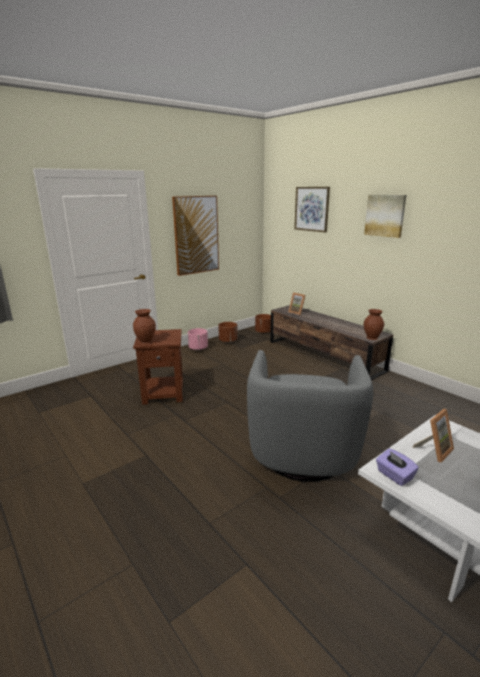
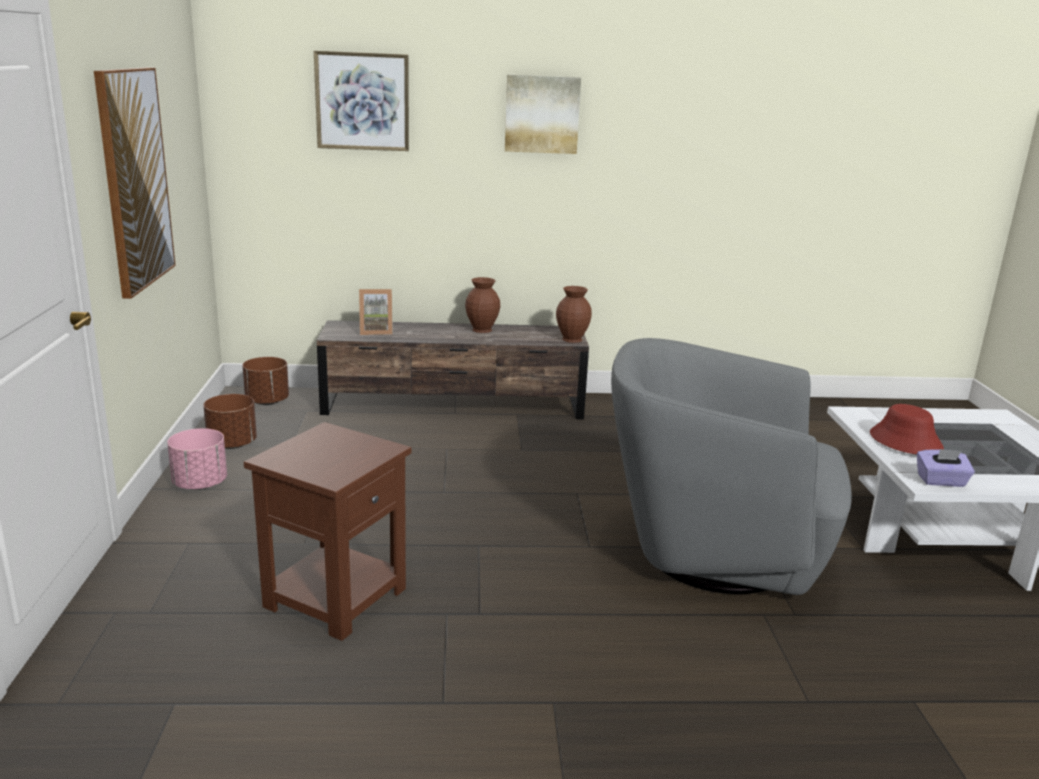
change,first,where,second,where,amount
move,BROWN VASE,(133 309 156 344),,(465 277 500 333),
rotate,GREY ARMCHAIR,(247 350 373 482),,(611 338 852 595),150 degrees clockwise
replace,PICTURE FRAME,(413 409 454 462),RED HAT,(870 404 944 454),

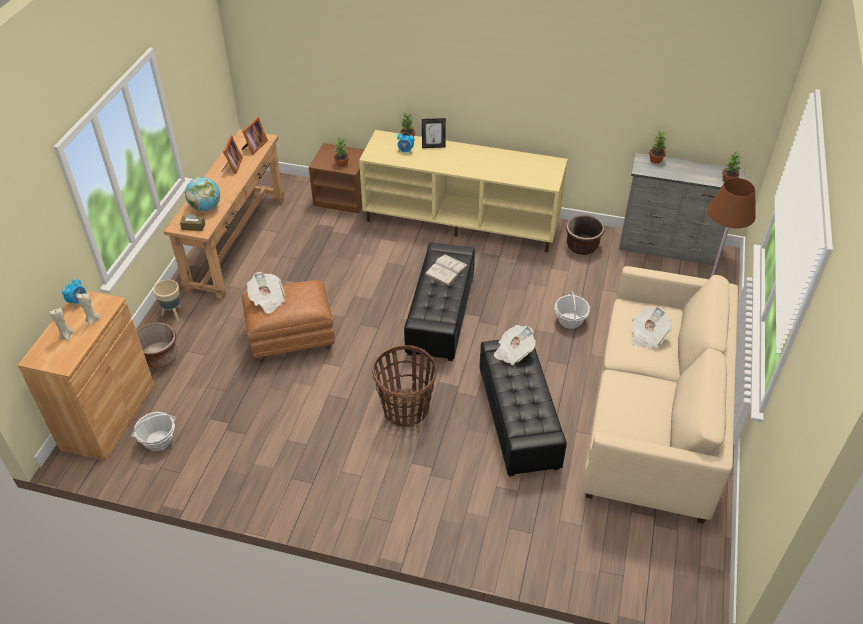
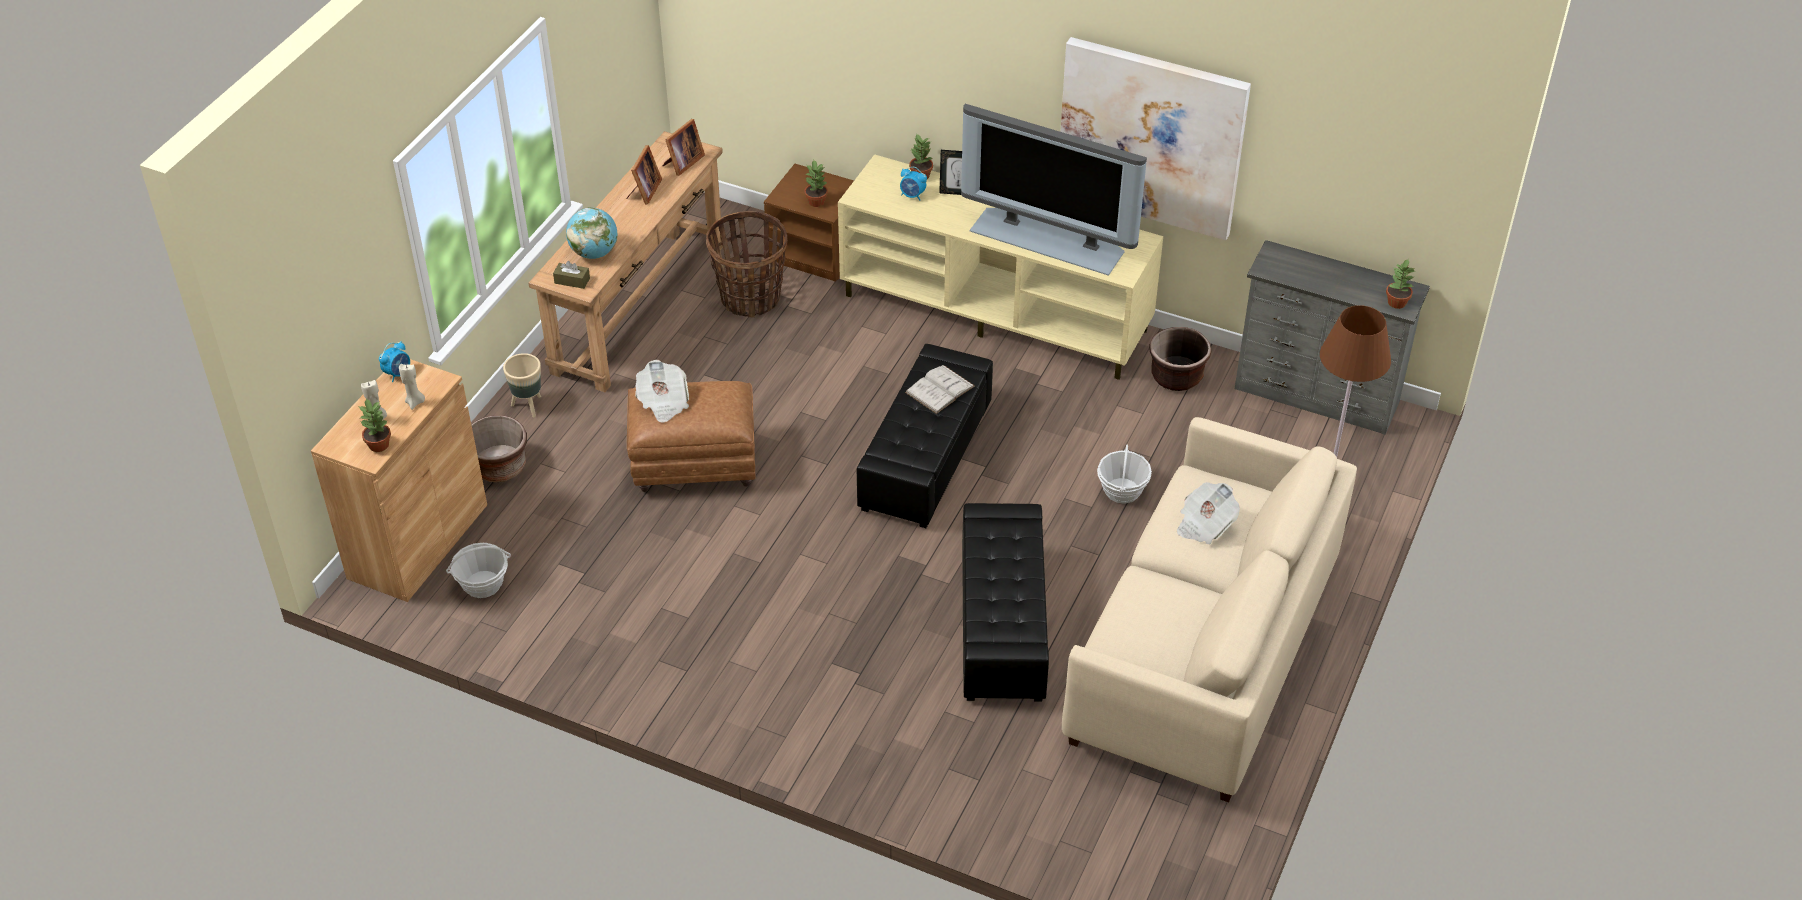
change,first,where,second,where,amount
move,POTTED PLANT,(649 131 668 164),,(360 399 391 452),
delete,NEWSPAPER,(494 325 536 365),,,
move,BASKET,(372 345 437 427),,(706 211 788 318),
insert,,,PICTURE,(1060 37 1251 240),
insert,,,TELEVISION,(961 104 1147 276),

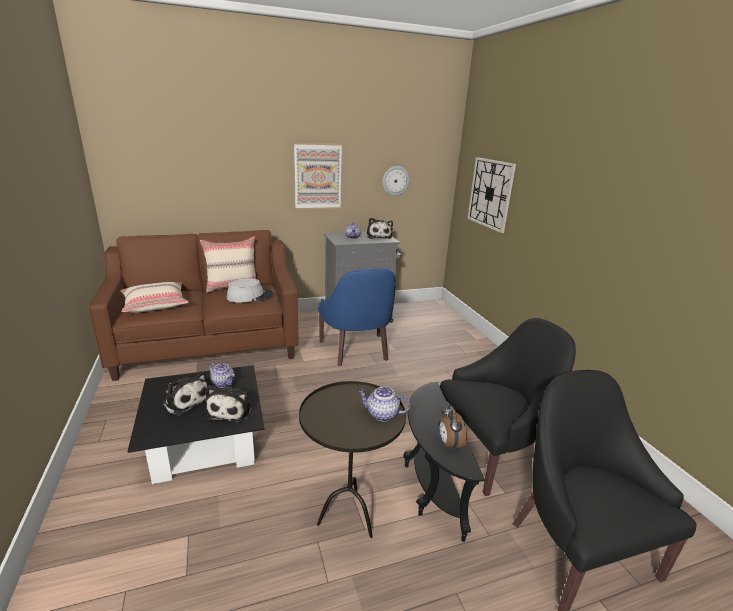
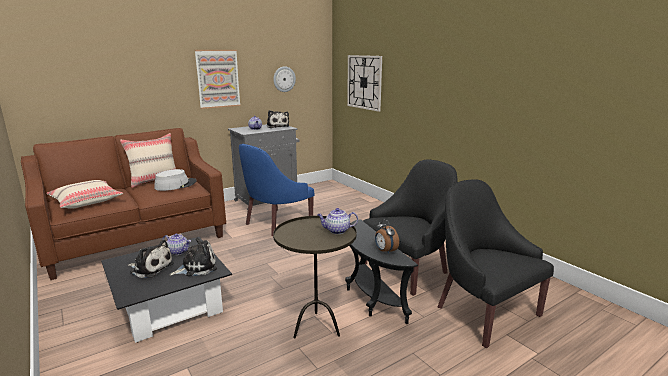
change,first,where,second,where,amount
rotate,BLUE ARMCHAIR,(318 269 396 366),,(239 144 315 236),75 degrees clockwise
rotate,PLUSH TOY,(206 385 252 423),,(170 237 217 277),105 degrees counterclockwise

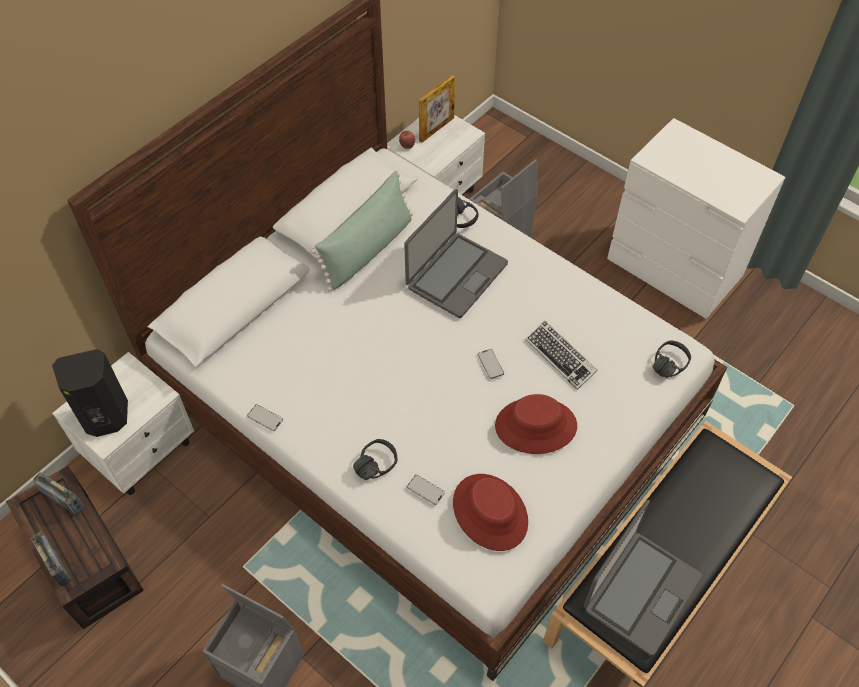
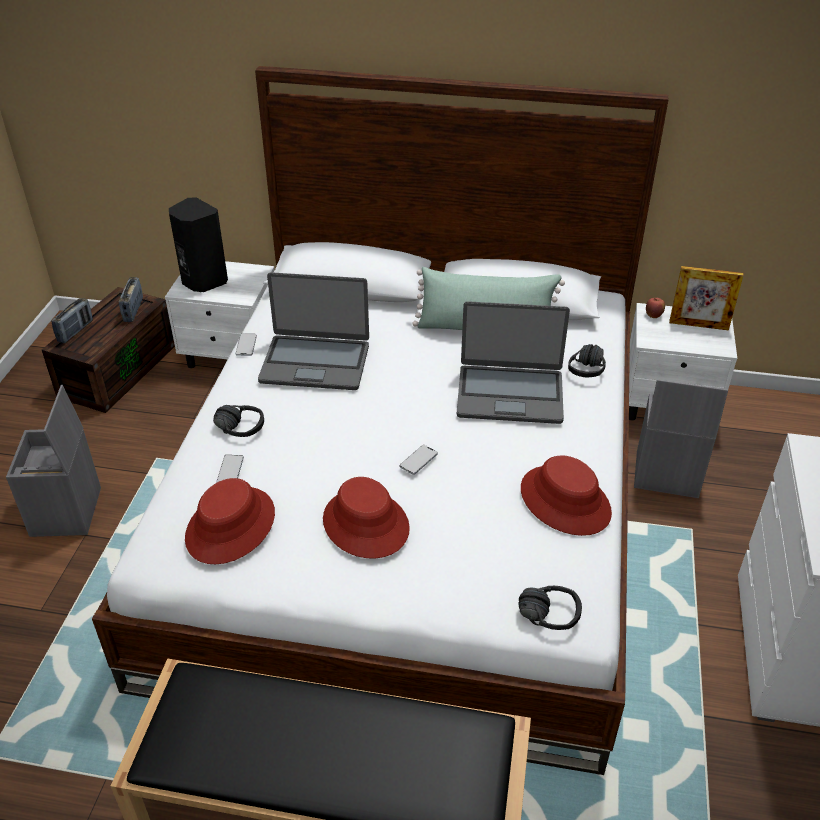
change,first,where,second,where,amount
delete,KEYBOARD,(526 321 598 390),,,
move,LAPTOP,(584 500 702 656),,(258 272 369 390),
insert,,,RED HAT,(521 455 612 536),

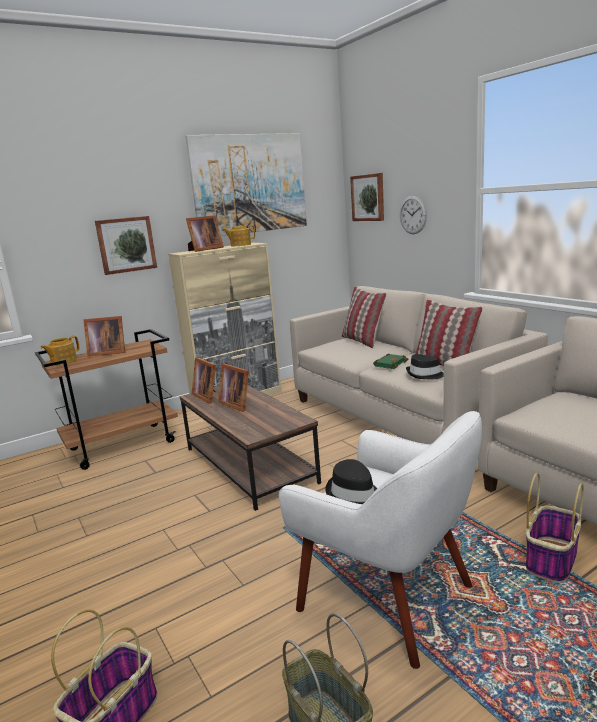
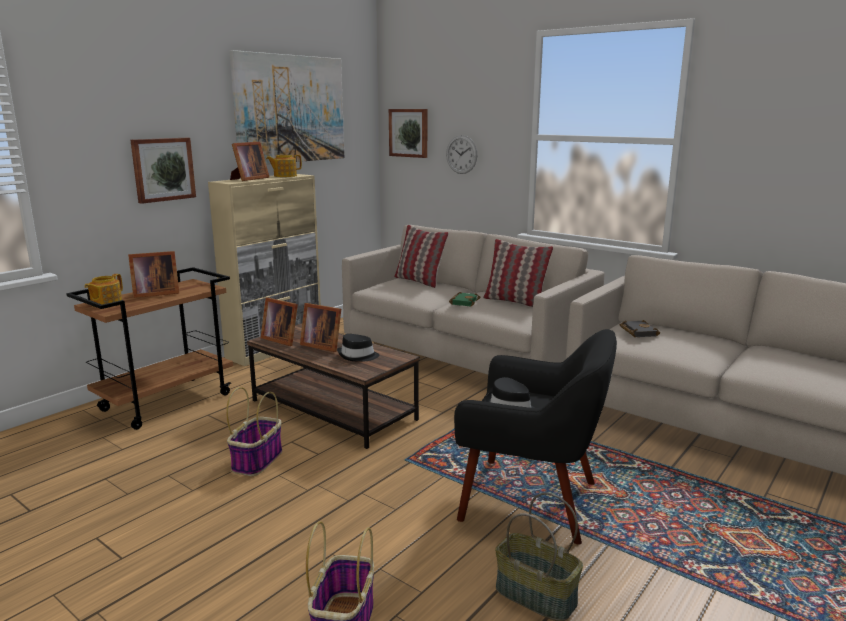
change,first,where,second,where,amount
move,BLACK HAT,(406 354 444 379),,(337 334 379 361),
recolor,WHITE ARMCHAIR,(279 411 482 669),BLACK ARMCHAIR,(454 329 617 545),
move,BASKET,(526 473 584 583),,(226 387 282 476),
insert,,,BLACK BOOK,(620 320 660 337),

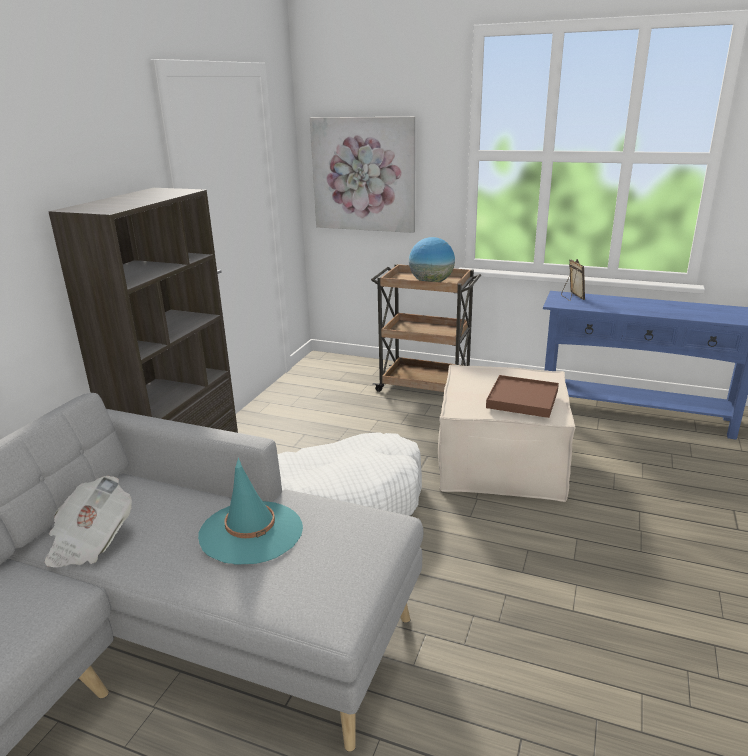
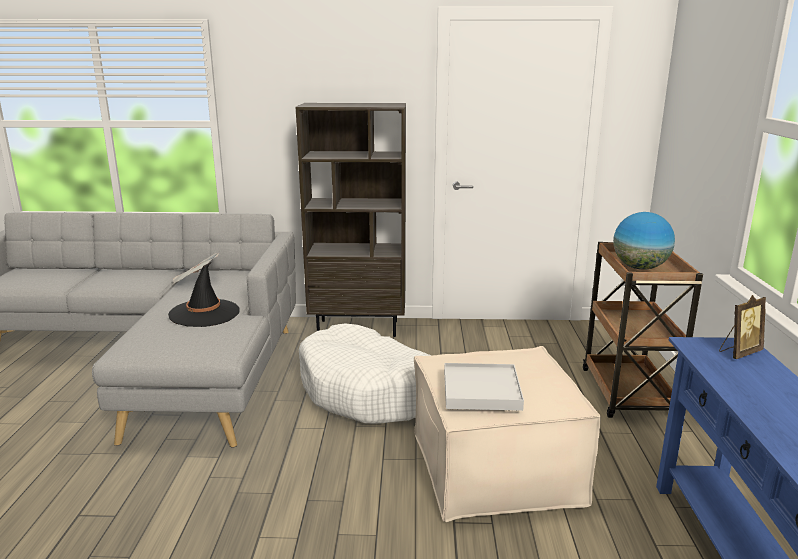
change,first,where,second,where,amount
delete,PICTURE,(310 117 415 233),,,
recolor,BROWN TRAY,(486 375 559 418),WHITE TRAY,(444 363 524 411),
recolor,TURQUOISE HAT,(198 457 303 565),BLACK HAT,(168 262 240 327),

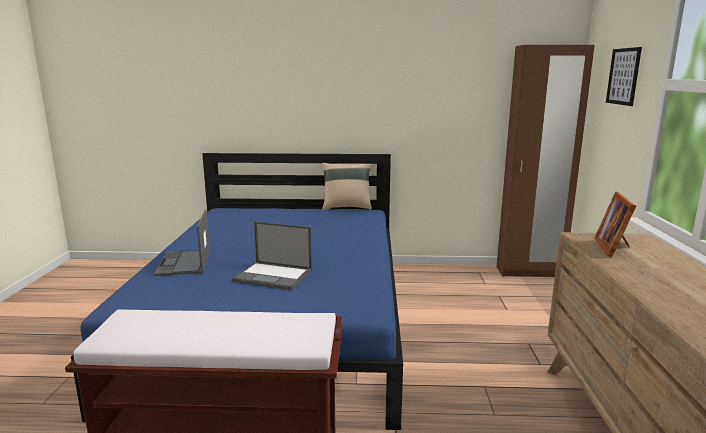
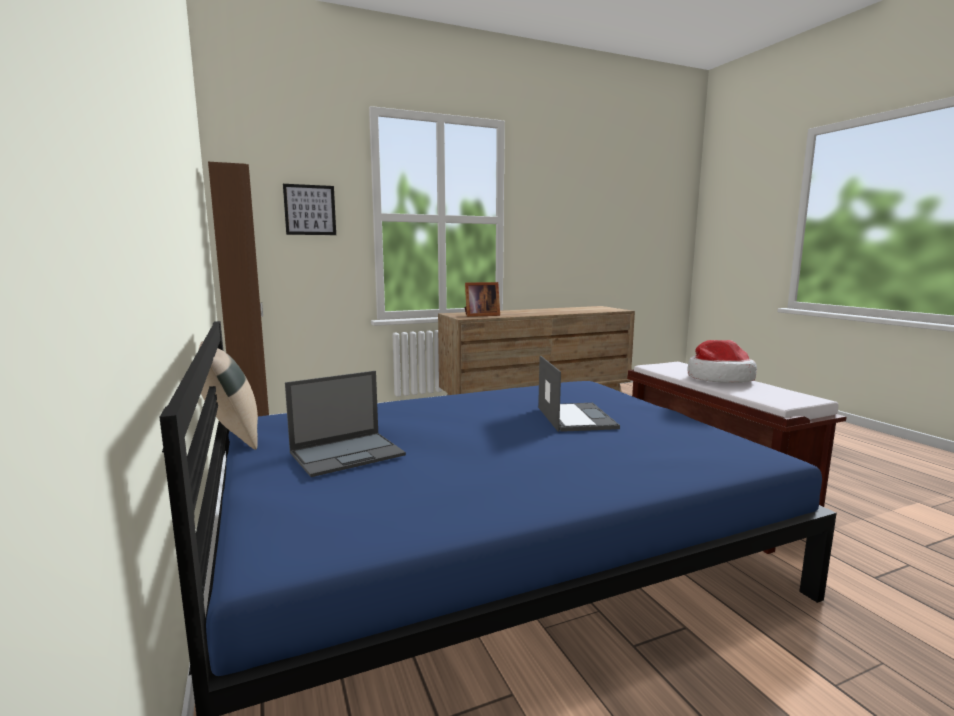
change,first,where,second,where,amount
move,LAPTOP,(154 210 210 276),,(285 371 406 477),
insert,,,HAT,(687 340 757 383),

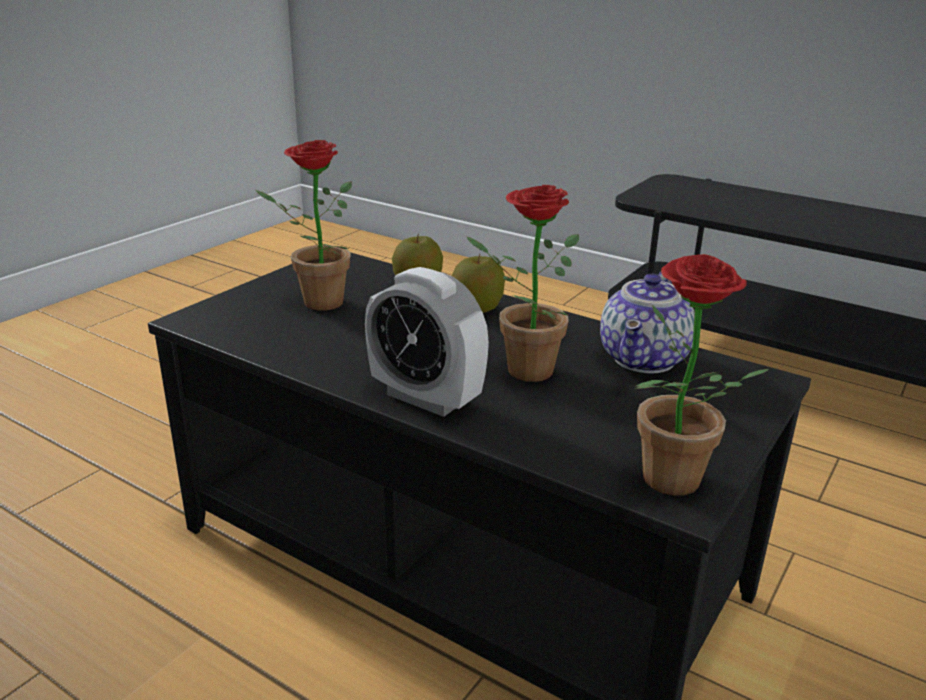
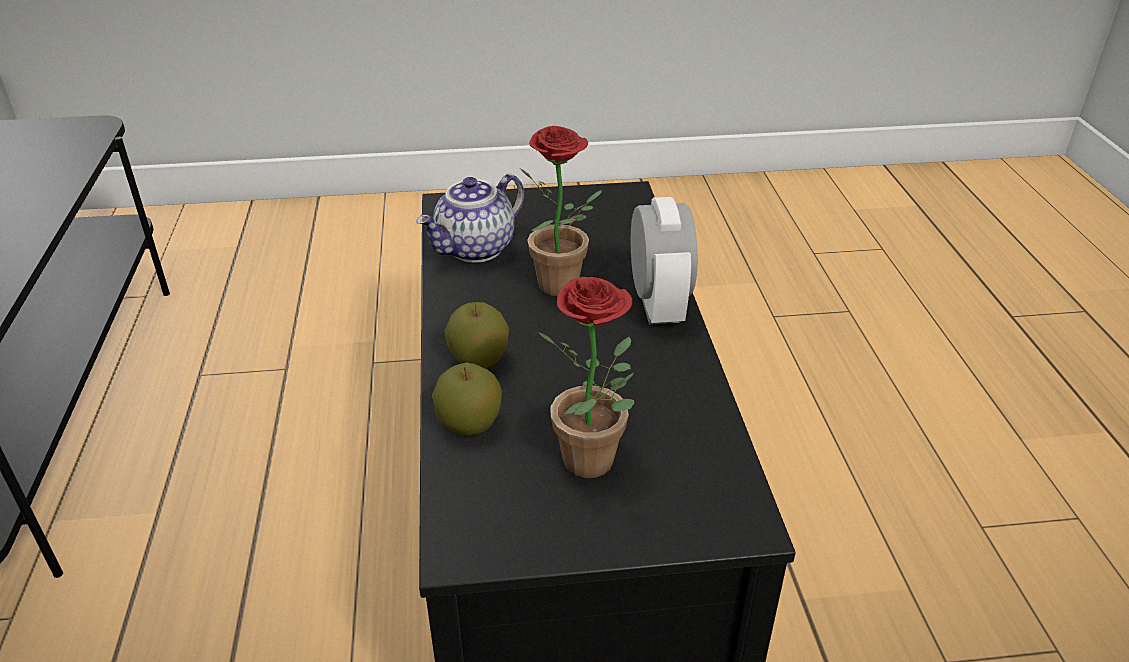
change,first,where,second,where,amount
delete,POTTED PLANT,(636 254 769 496),,,
rotate,TEAPOT,(600 272 695 373),,(416 173 524 263),150 degrees clockwise

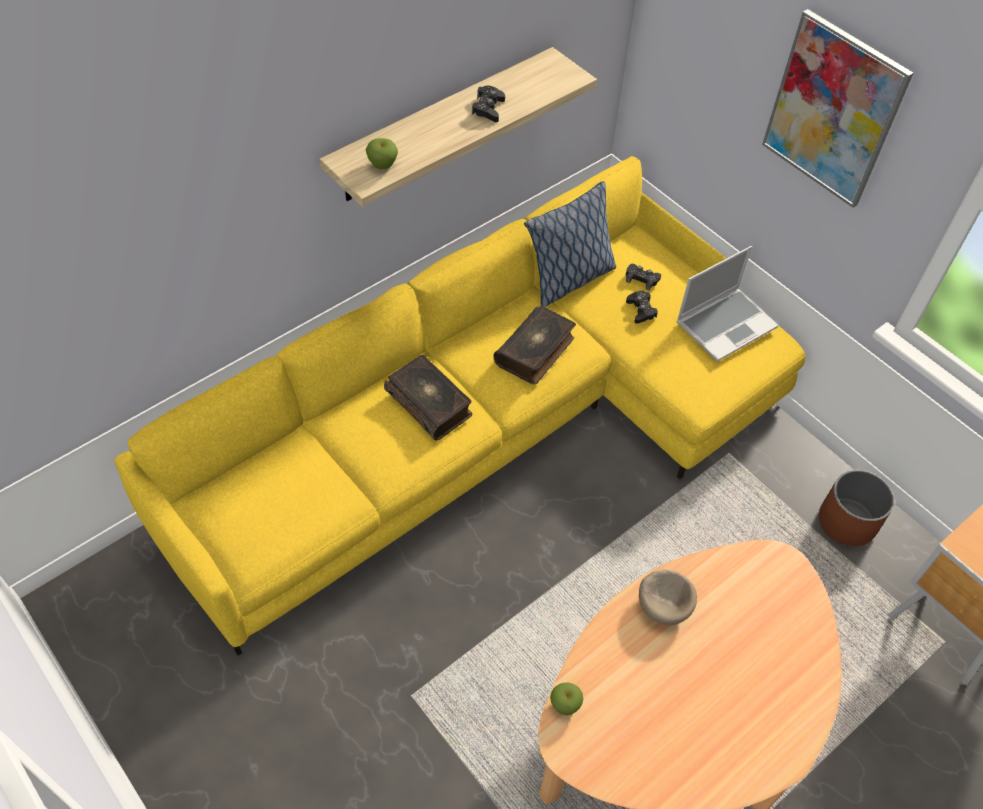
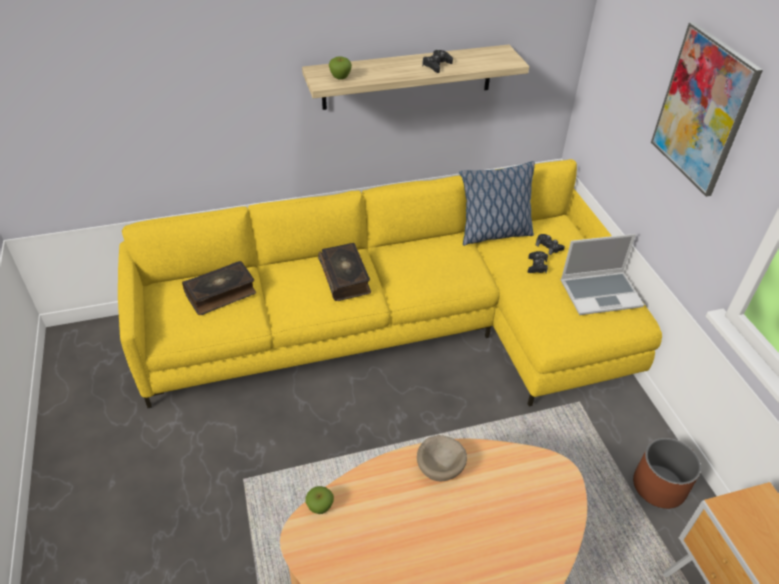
change,first,where,second,where,amount
move,BOOK,(493 305 576 385),,(182 261 256 315),

